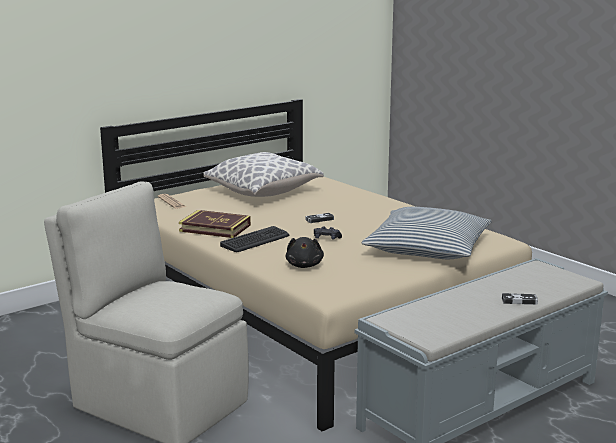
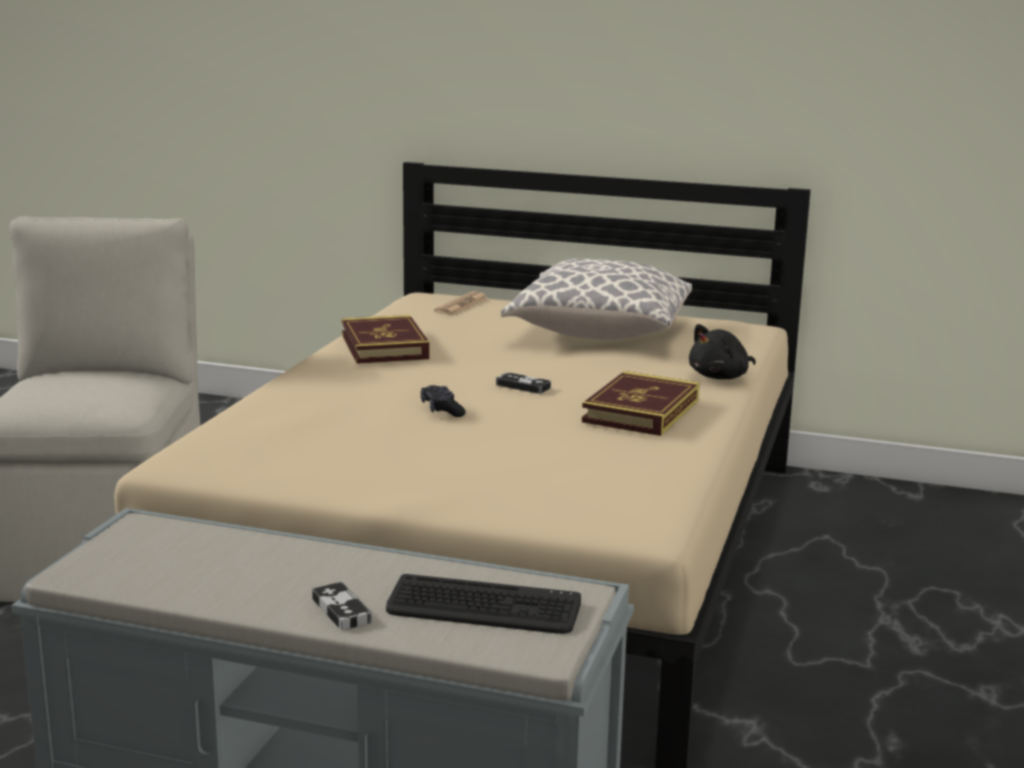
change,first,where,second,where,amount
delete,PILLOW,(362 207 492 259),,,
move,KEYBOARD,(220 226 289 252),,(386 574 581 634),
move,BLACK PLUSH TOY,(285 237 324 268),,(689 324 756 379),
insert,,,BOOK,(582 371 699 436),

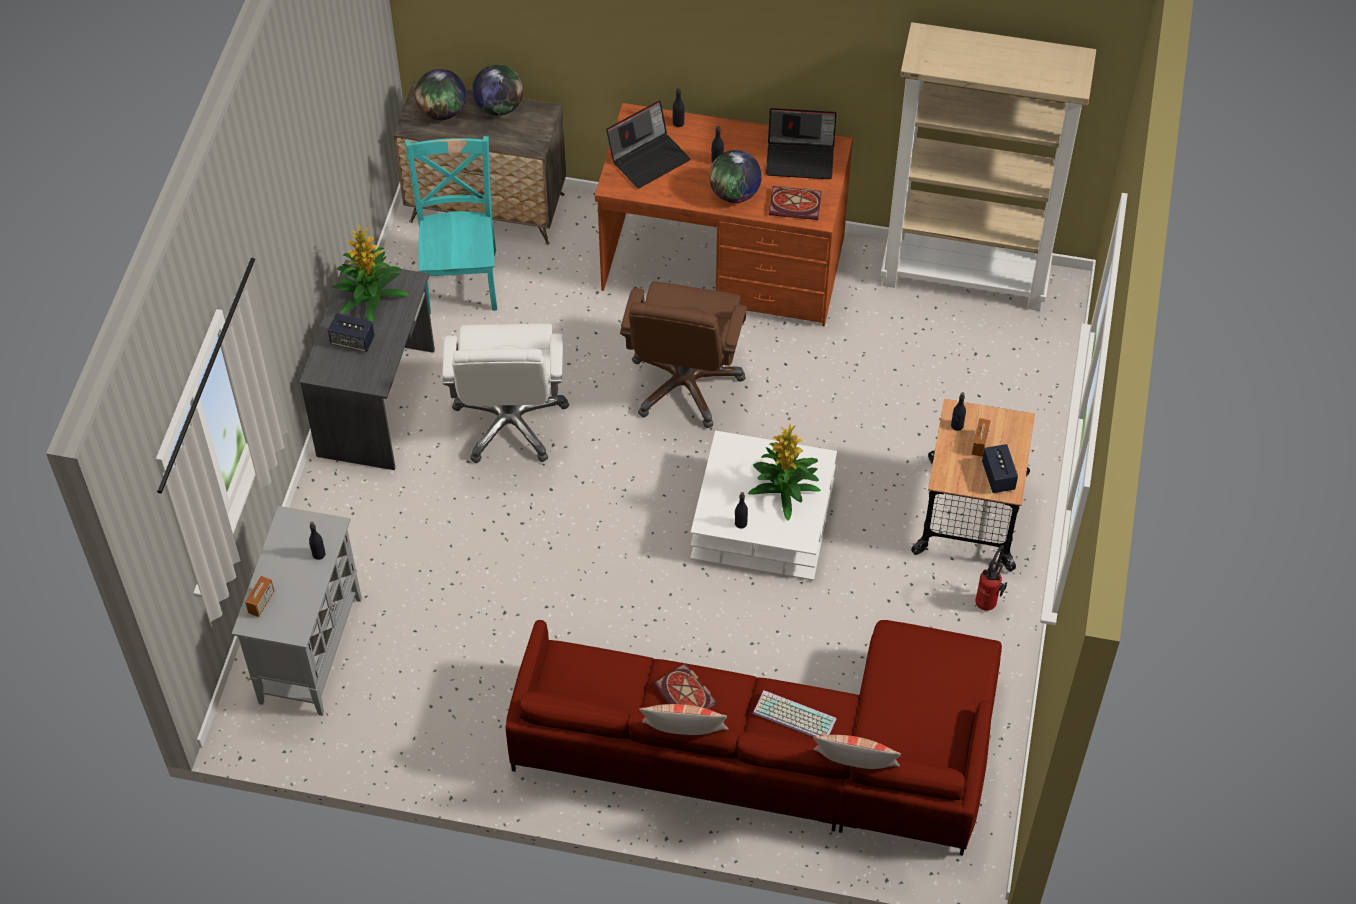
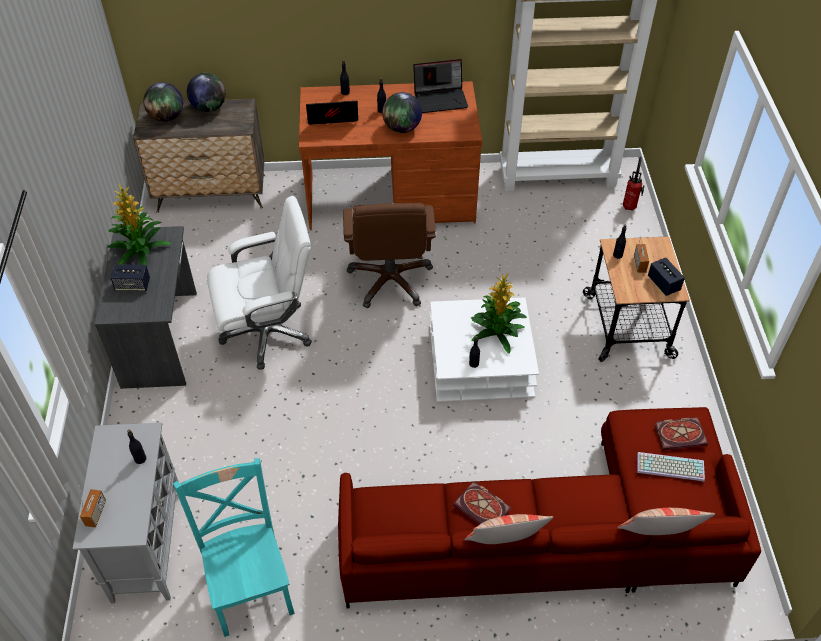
change,first,where,second,where,amount
rotate,LAPTOP,(606 101 691 188),,(306 101 358 125),135 degrees counterclockwise
move,TURQUOISE CHAIR,(405 136 497 314),,(173 458 295 637),
move,BOOK,(769 186 822 220),,(654 417 708 450),
rotate,WHITE OFFICE CHAIR,(442 324 569 463),,(207 196 312 369),90 degrees counterclockwise
move,FIRE EXTINGUISHER,(975 545 1007 611),,(623 157 645 211),
move,KEYBOARD,(753 690 836 737),,(637 452 705 482),

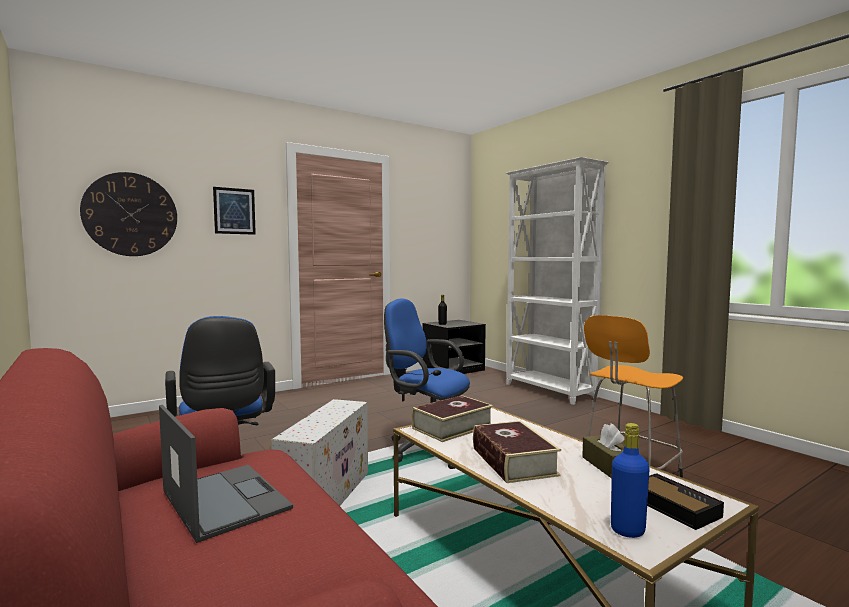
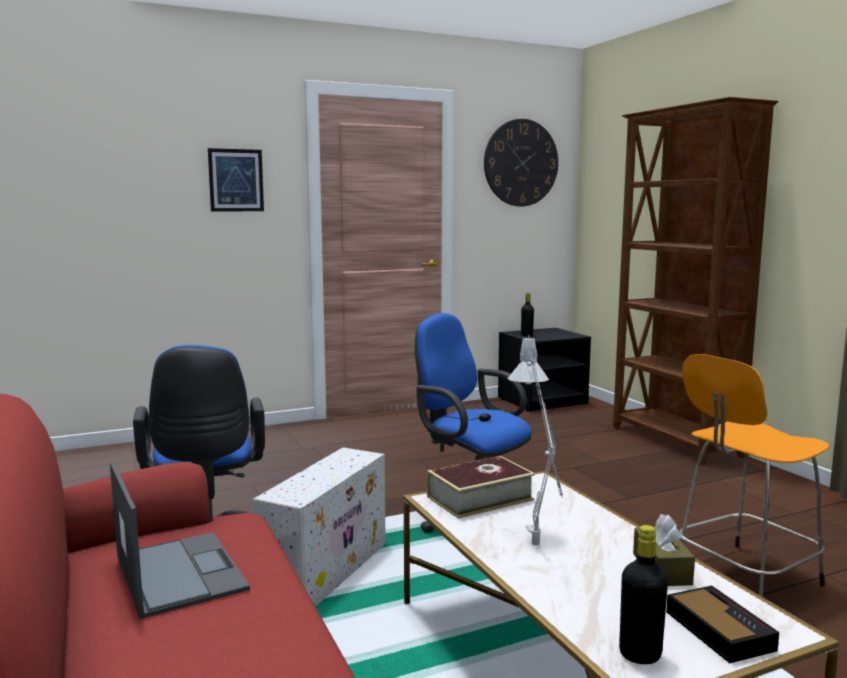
change,first,where,second,where,amount
recolor,WHITE BOOKCASE,(506 157 609 405),BROWN BOOKCASE,(613 97 779 465),
move,WALL CLOCK,(80 172 177 256),,(484 119 558 206),
replace,BOOK,(473 421 561 483),GREY TABLE LAMP,(507 335 563 546),
recolor,BLUE BOTTLE,(611 423 650 538),BLACK BOTTLE,(619 525 668 664),

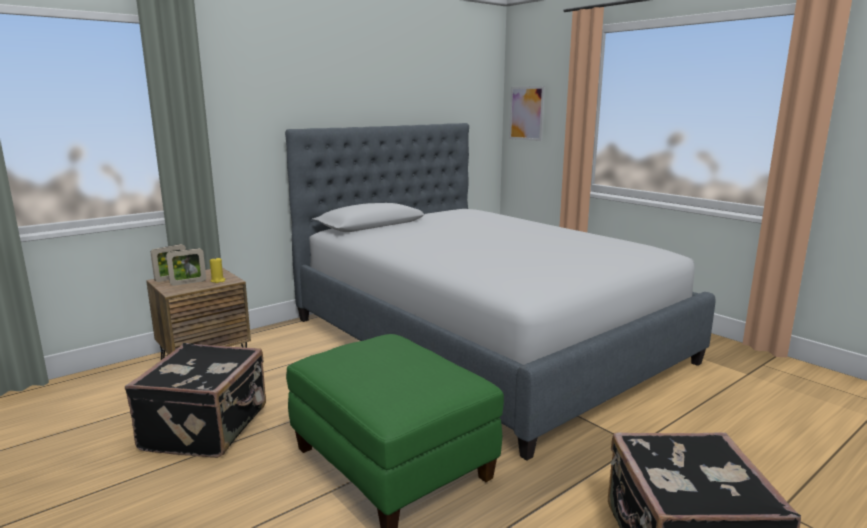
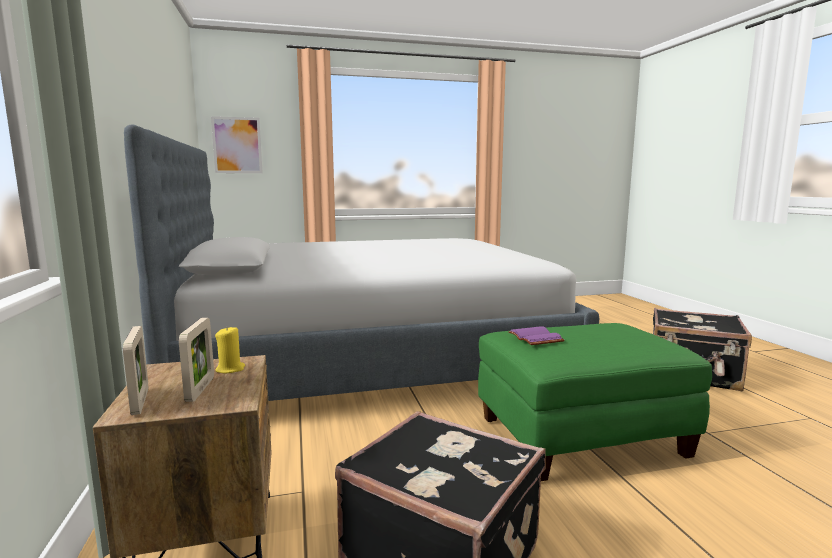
change,first,where,second,where,amount
insert,,,PURPLE BOOK,(508 326 565 345),

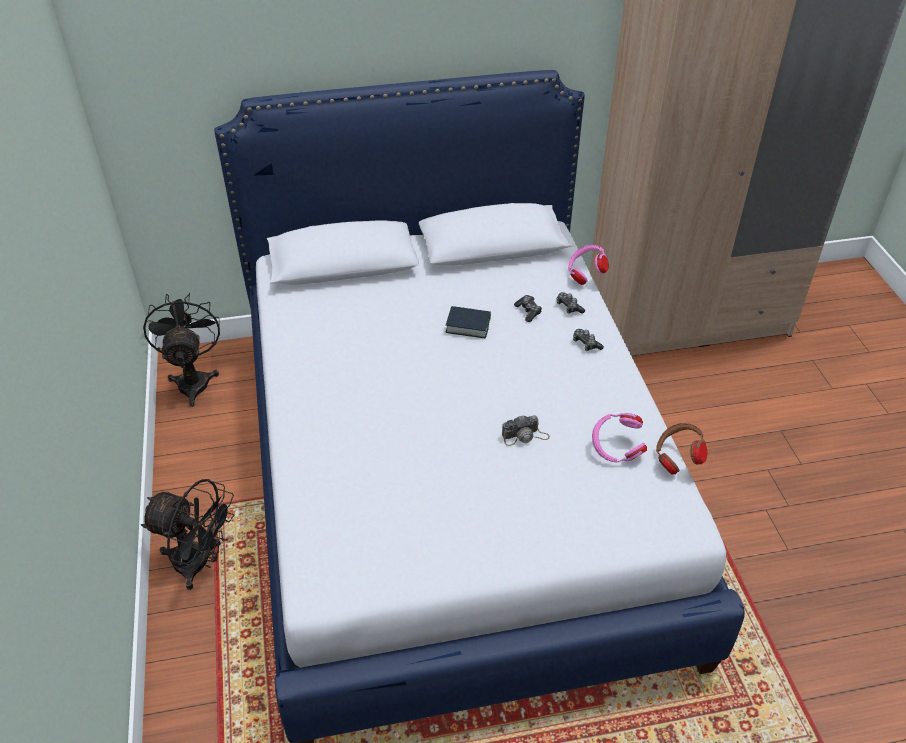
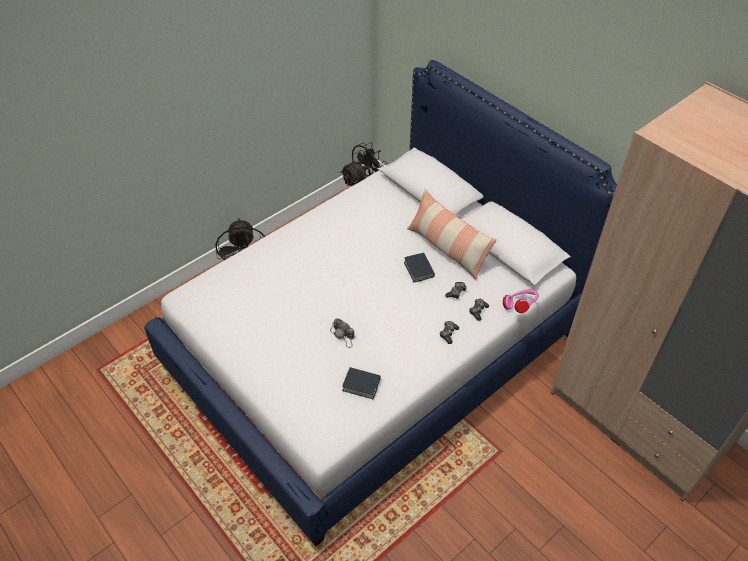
change,first,where,second,where,amount
replace,PINK HEADPHONES,(592 413 647 462),BOOK,(342 367 381 399),
delete,BROWN HEADPHONES,(656 423 707 474),,,
insert,,,PILLOW,(407 189 497 280),

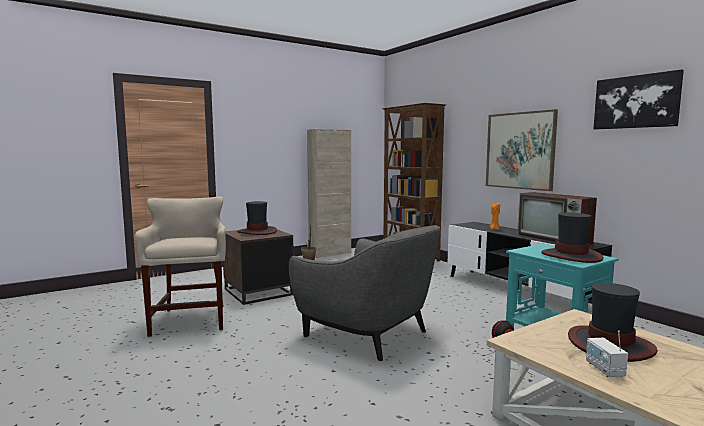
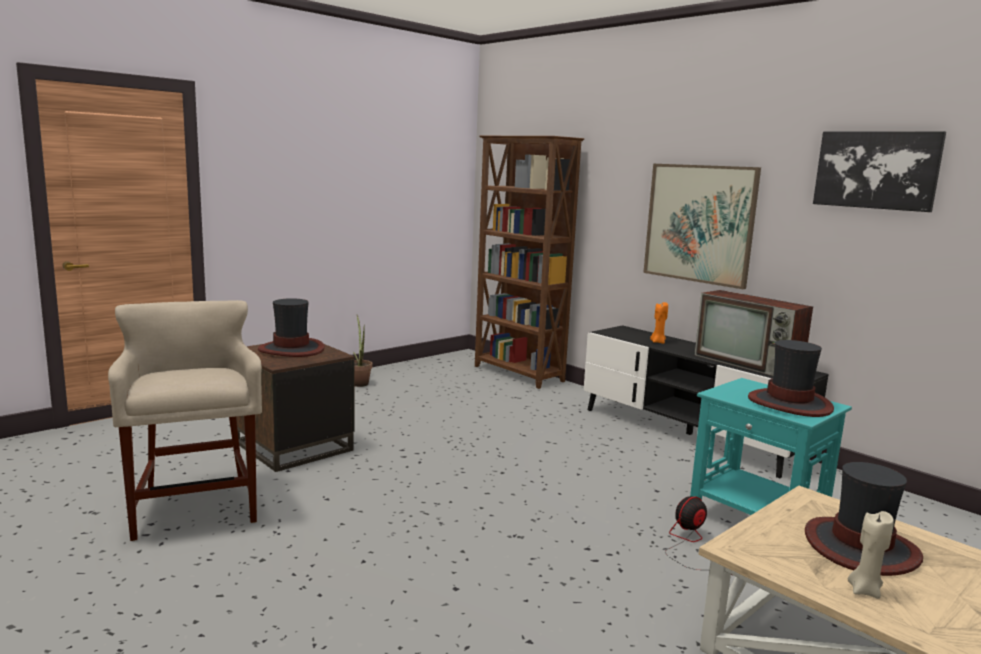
change,first,where,second,where,amount
delete,BEIGE CABINET,(307 129 351 258),,,
delete,GREY ARMCHAIR,(289 225 440 361),,,
replace,RADIO,(586 330 628 377),BEIGE CANDLE,(848 511 894 599),

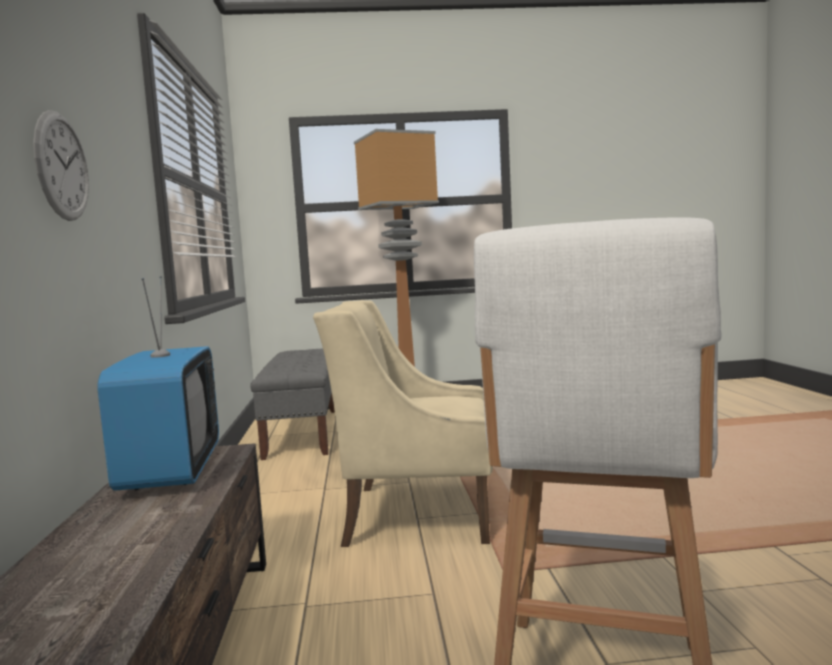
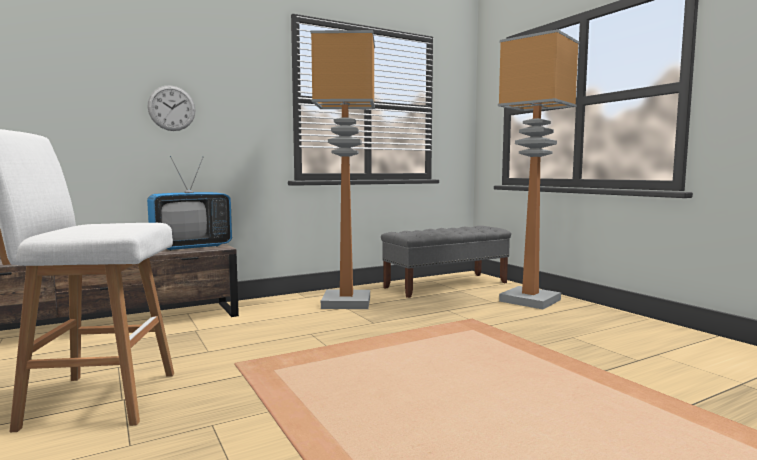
change,first,where,second,where,amount
delete,BEIGE ARMCHAIR,(313 300 493 547),,,
insert,,,FLOOR LAMP,(310 30 375 309),

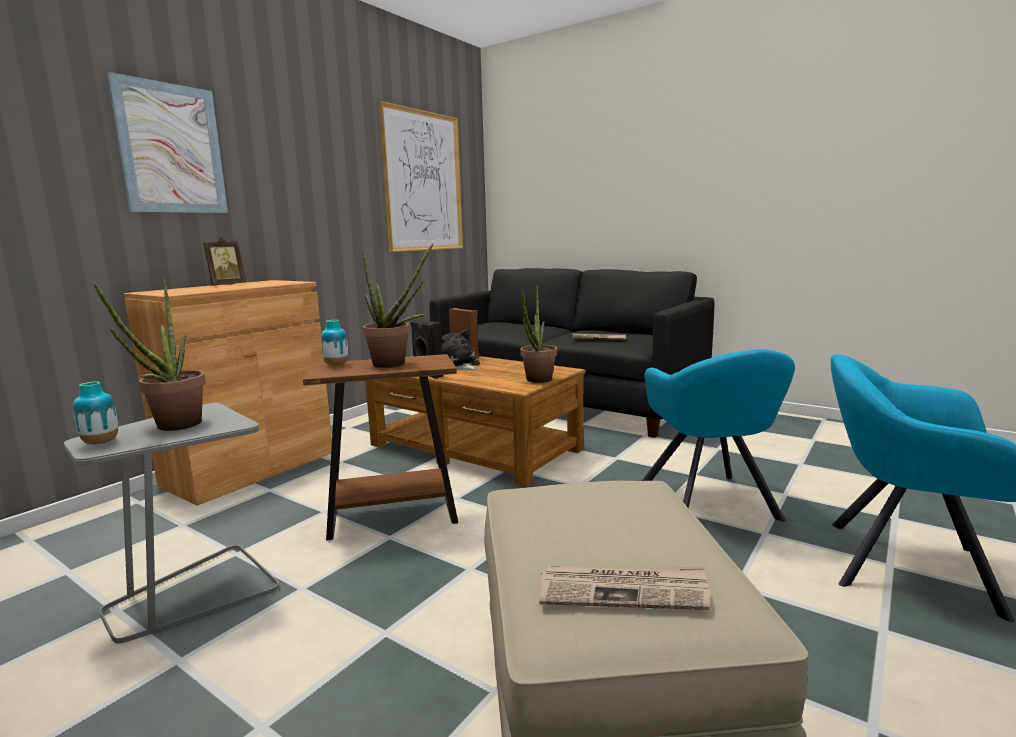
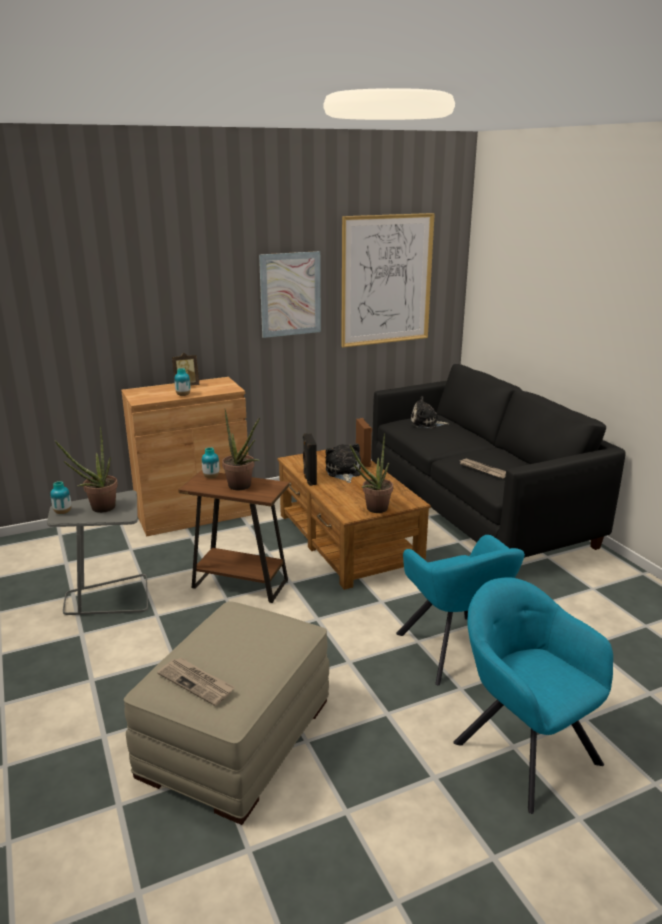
change,first,where,second,where,amount
move,PICTURE,(106 72 228 213),,(259 251 321 338),
rotate,TURQUOISE ARMCHAIR,(642 349 795 521),,(396 535 525 686),45 degrees counterclockwise
insert,,,VASE,(174 368 190 396),
insert,,,PLUSH TOY,(411 396 449 428),

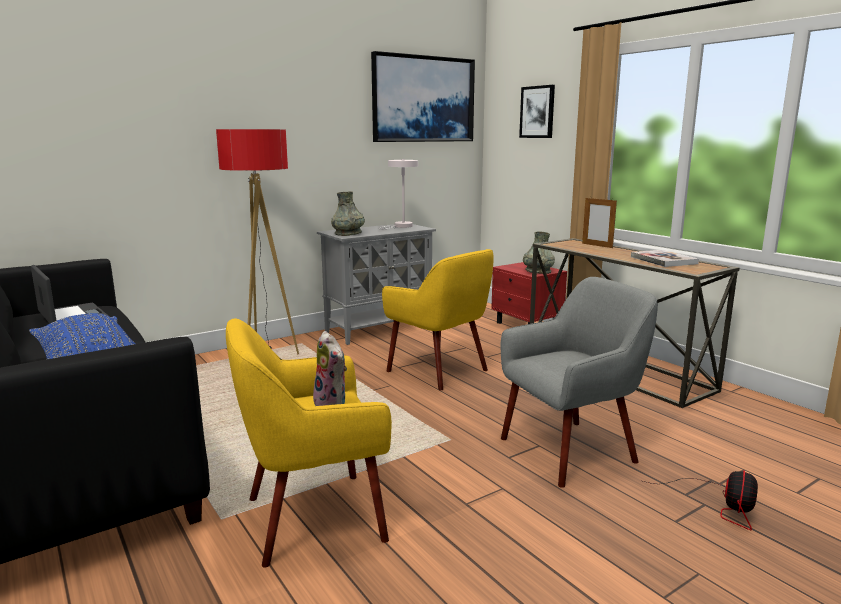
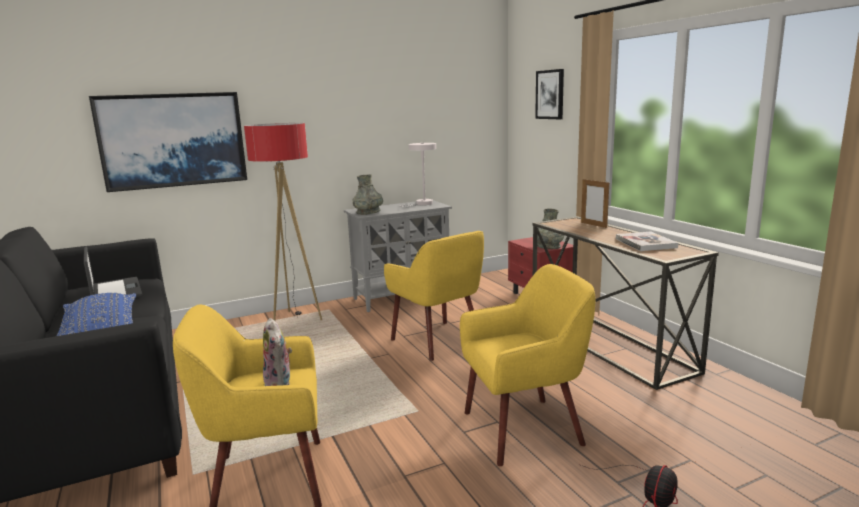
change,first,where,second,where,amount
move,PICTURE,(371 51 475 142),,(89 92 247 192),
recolor,GREY ARMCHAIR,(500 277 658 488),YELLOW ARMCHAIR,(460 264 595 466),

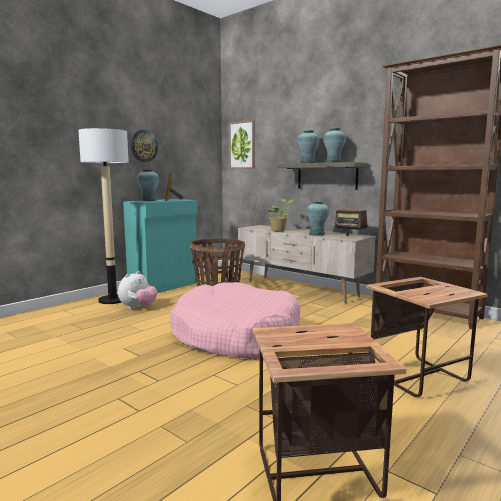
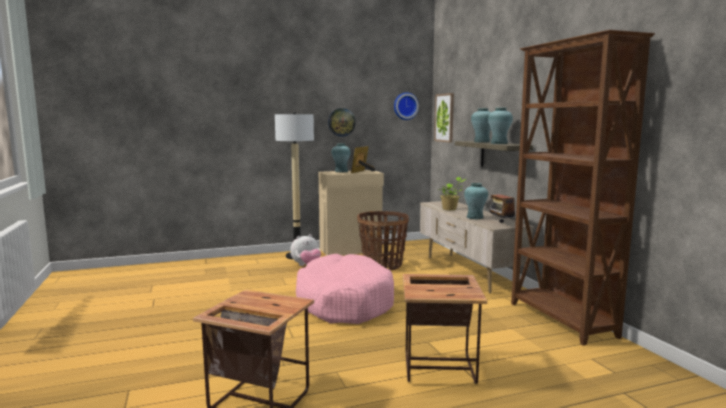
change,first,where,second,where,amount
recolor,TURQUOISE CABINET,(123 199 198 293),BEIGE CABINET,(319 170 384 256),
insert,,,WALL CLOCK,(394 92 419 120),

